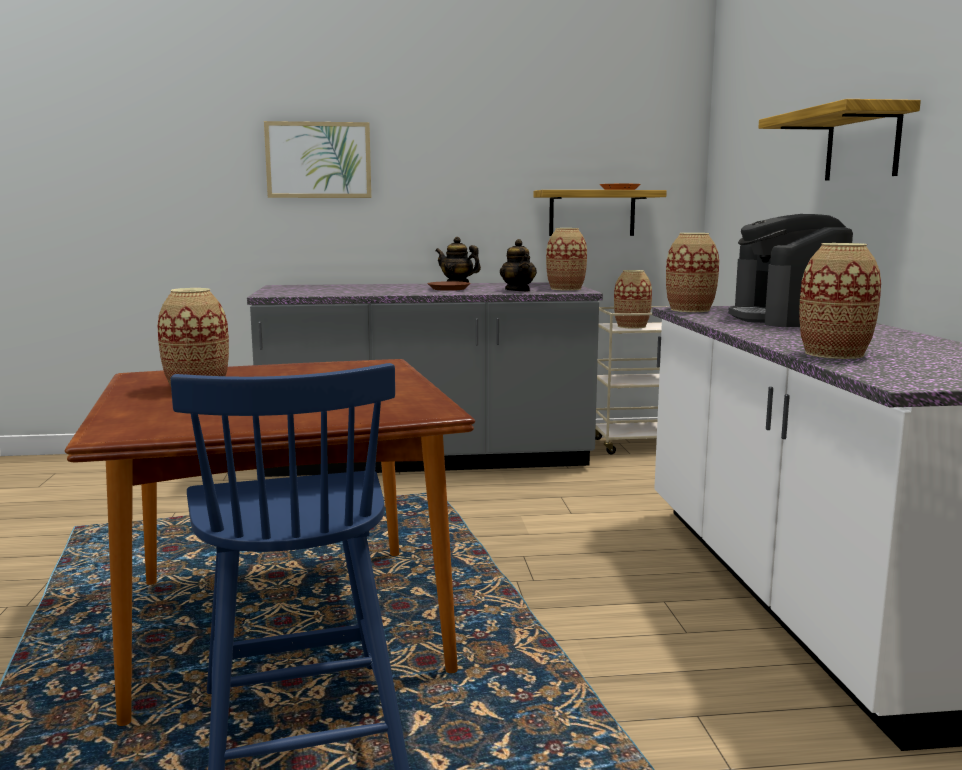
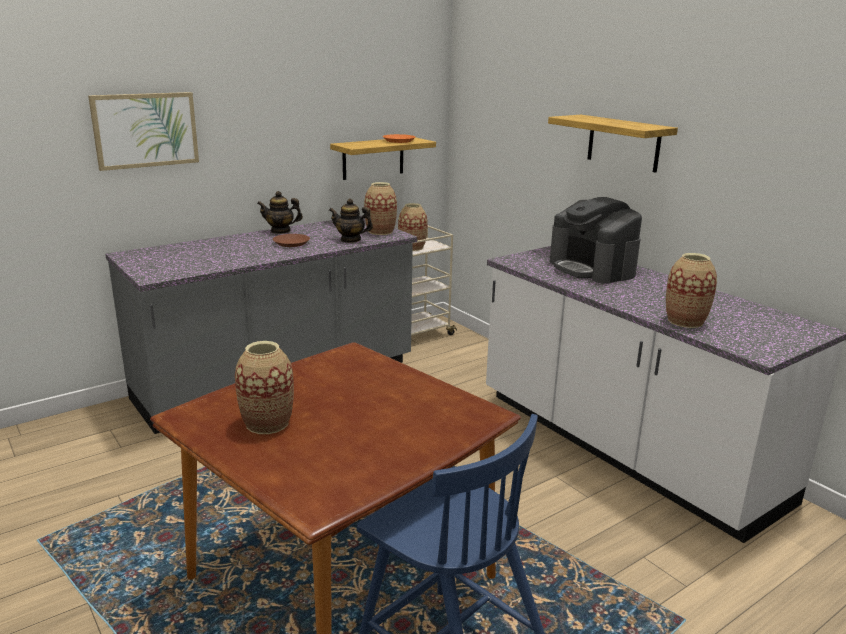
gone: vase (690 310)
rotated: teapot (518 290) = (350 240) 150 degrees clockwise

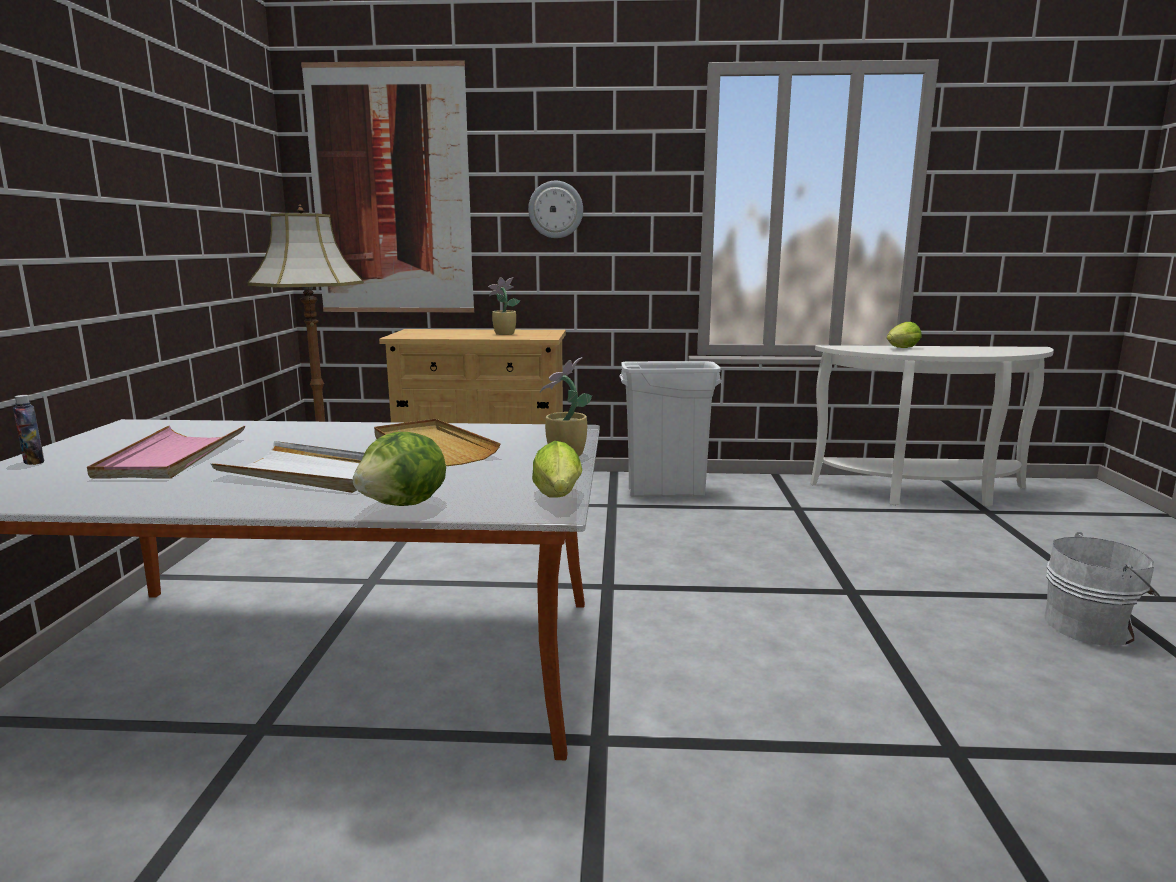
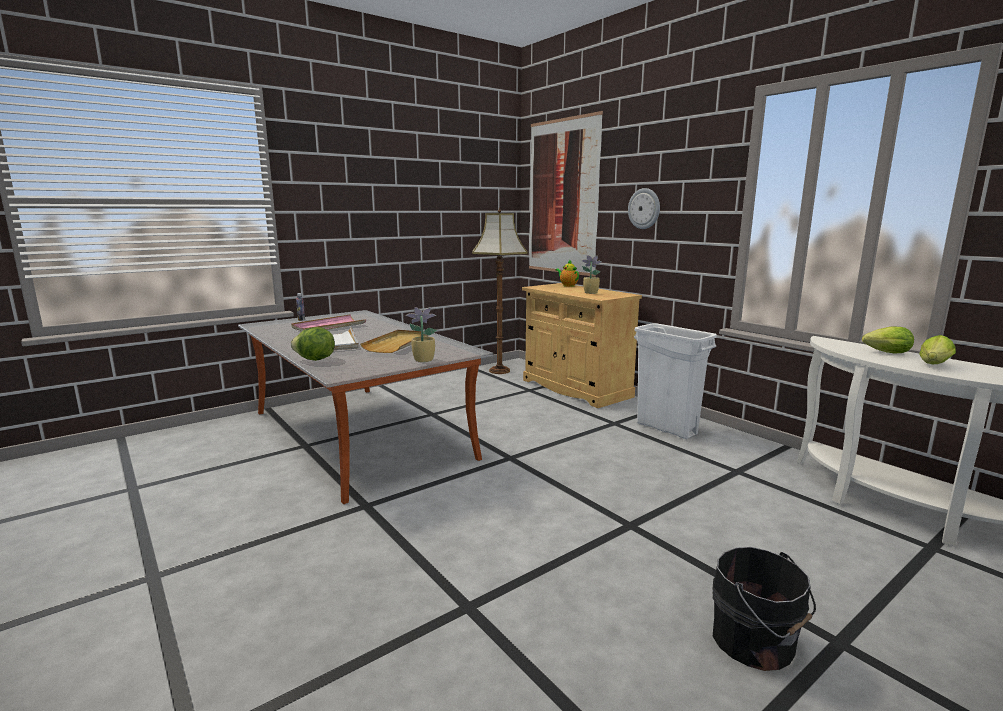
new: teapot (567 285)
shifted: lettuce (558 498) to (933 365)
repainted: white bucket (1092 627) to black bucket (756 643)

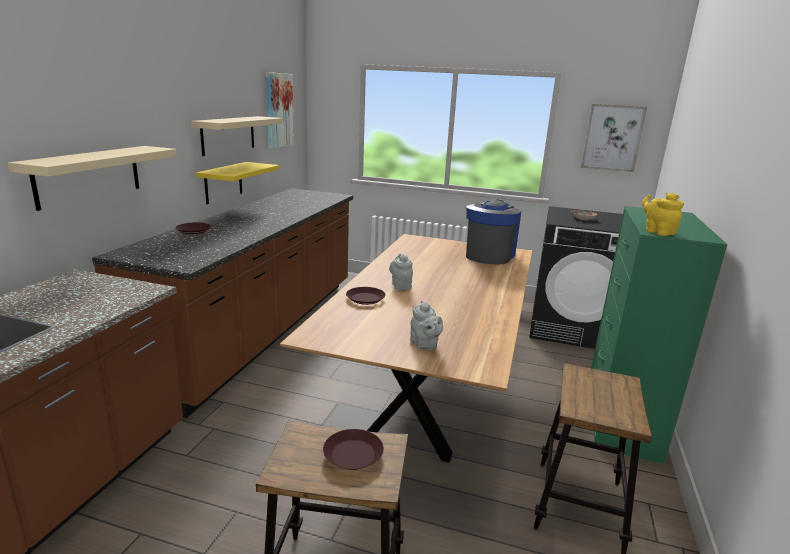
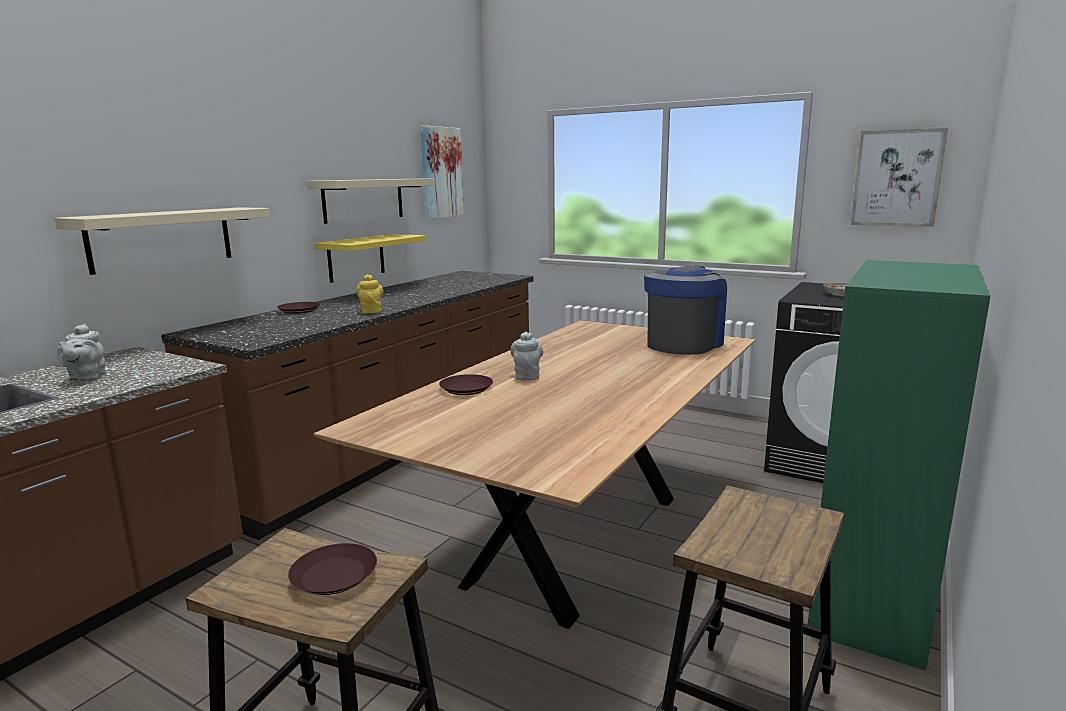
shifted: grey teapot (424 345) to (86 378); yellow teapot (657 232) to (371 311)

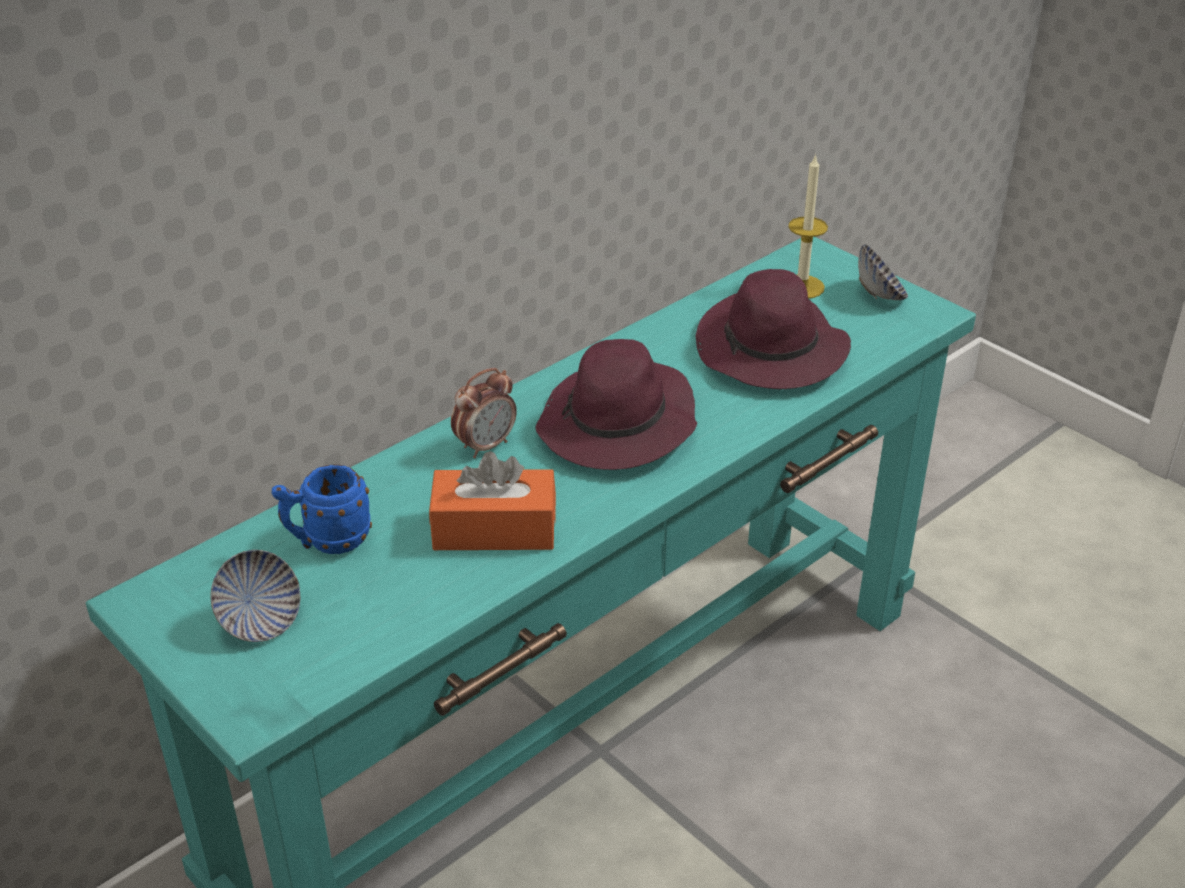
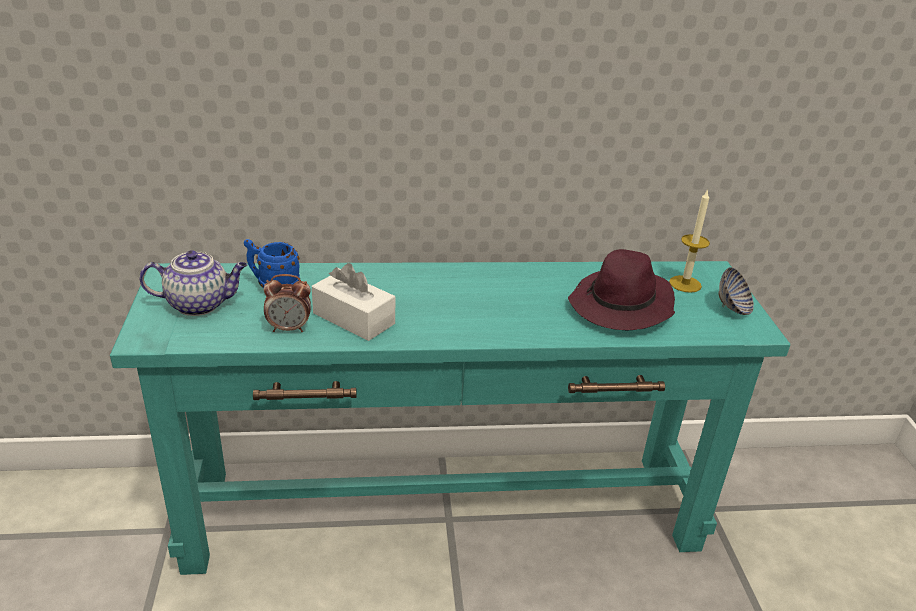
gone: purple hat (618 425)
shifted: alarm clock (485 446) to (289 328)
swapped: bowl (259 621) to teapot (200 304)
repainted: orange tissue box (494 529) to white tissue box (353 318)

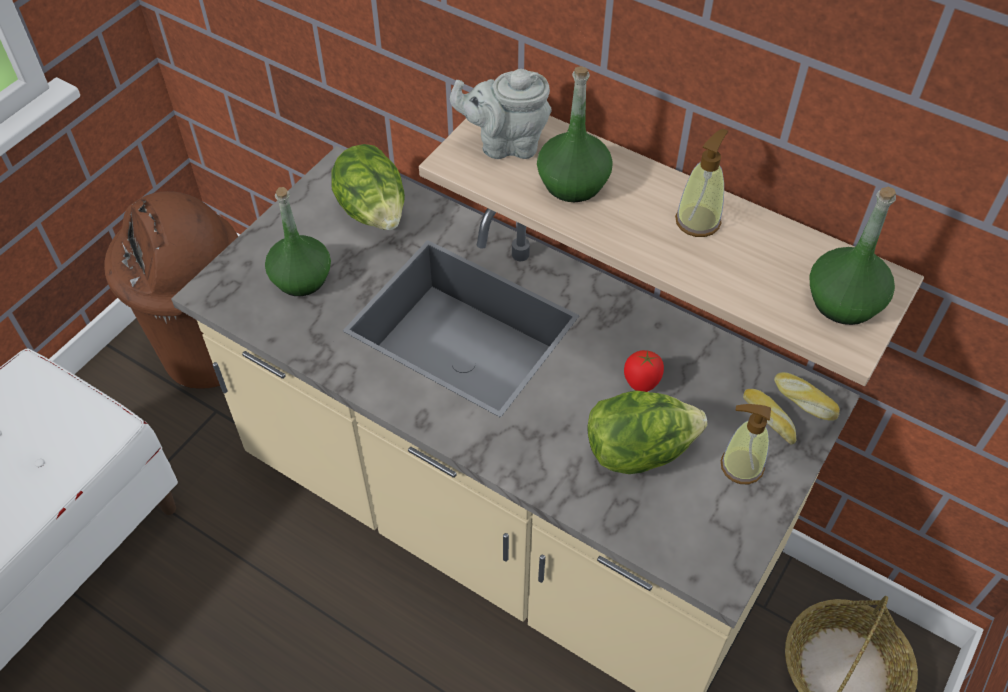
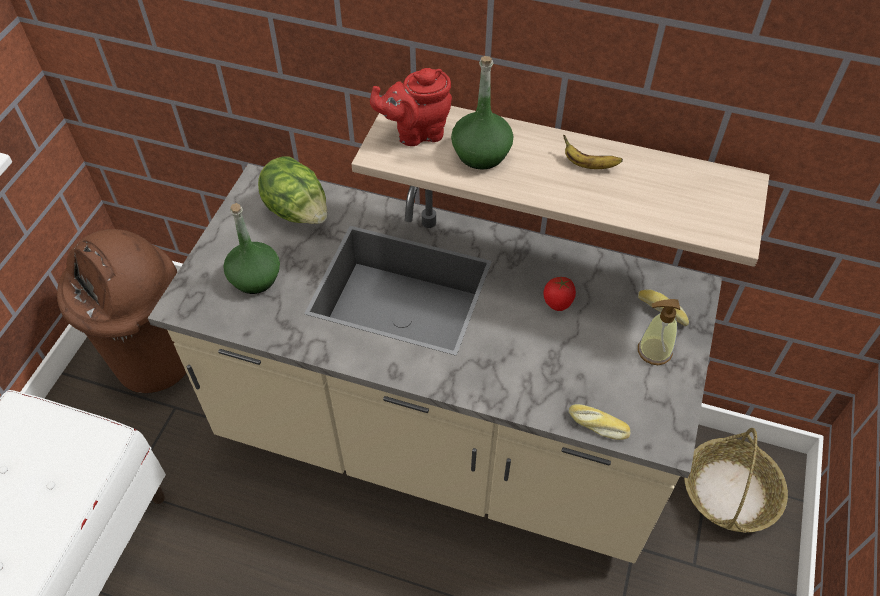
gone: lettuce (639 450); green bottle (843 302)
shifted: bread (803 401) to (597 426)
swapped: soap dispenser (698 221) to banana (588 165)
repainted: grey teapot (506 144) to red teapot (416 133)

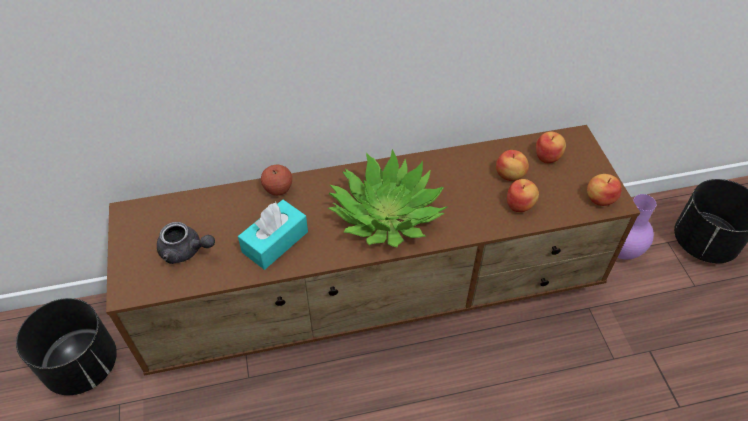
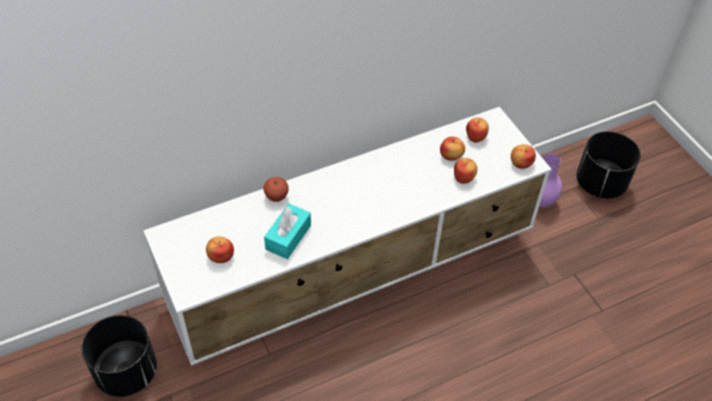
gone: potted plant (386 215)
swapped: grey teapot (185 251) to apple (221 256)
repainted: brown tv stand (376 298) to white tv stand (355 273)

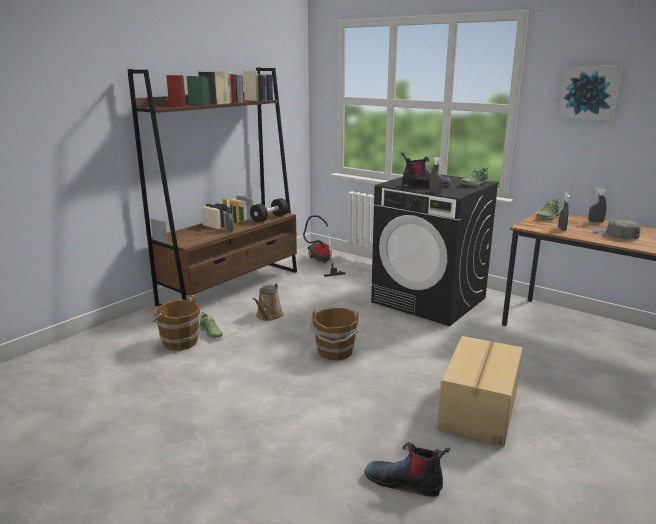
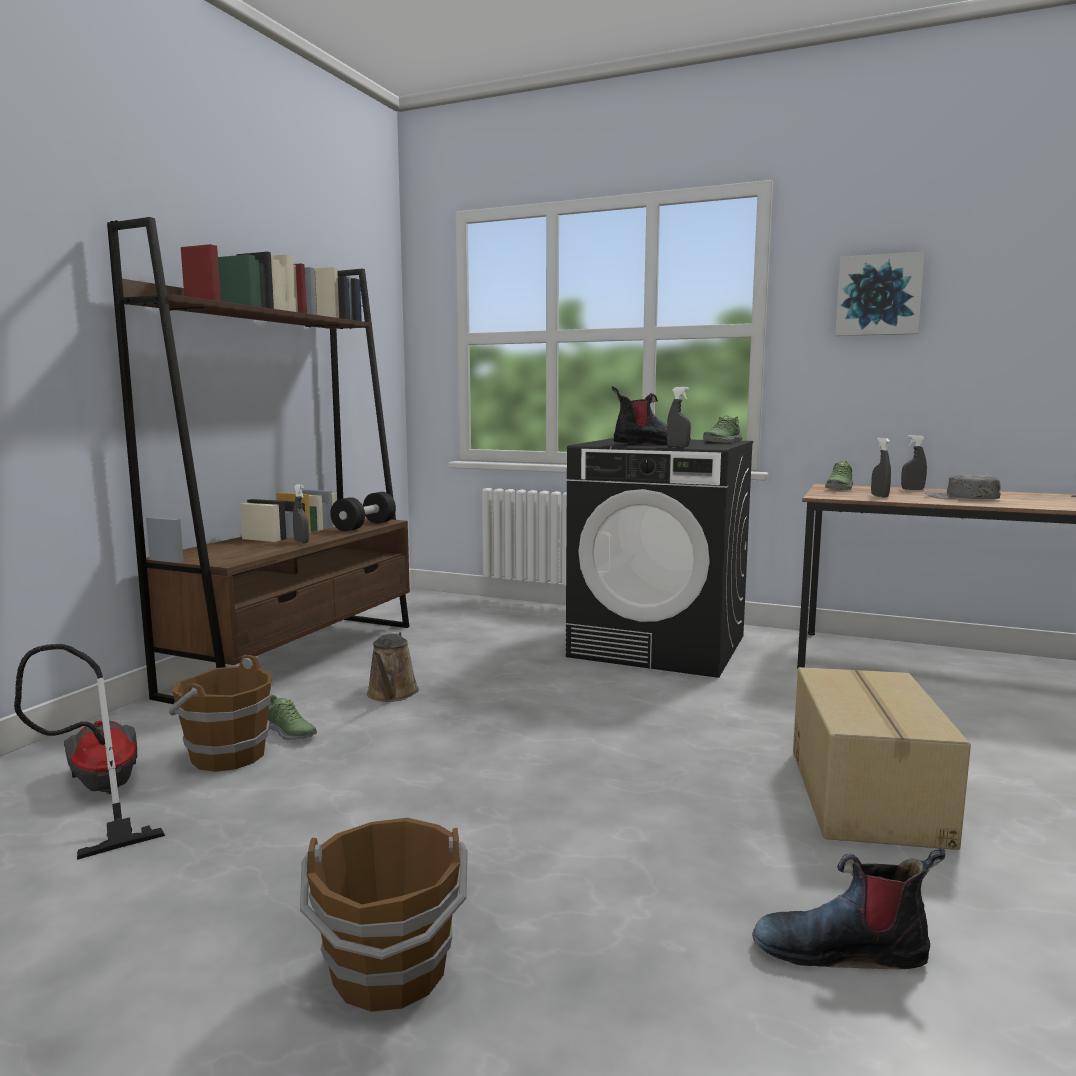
shifted: vacuum cleaner (321 263) to (100 794); brown bucket (335 352) to (390 972)

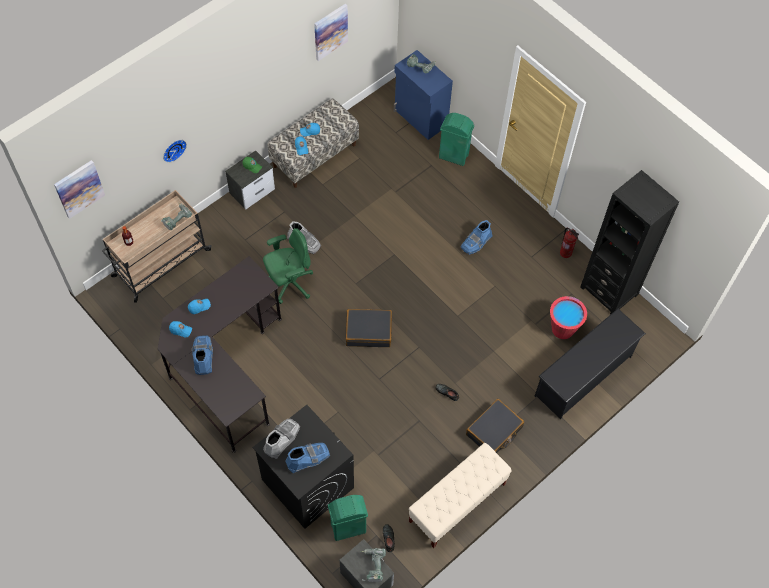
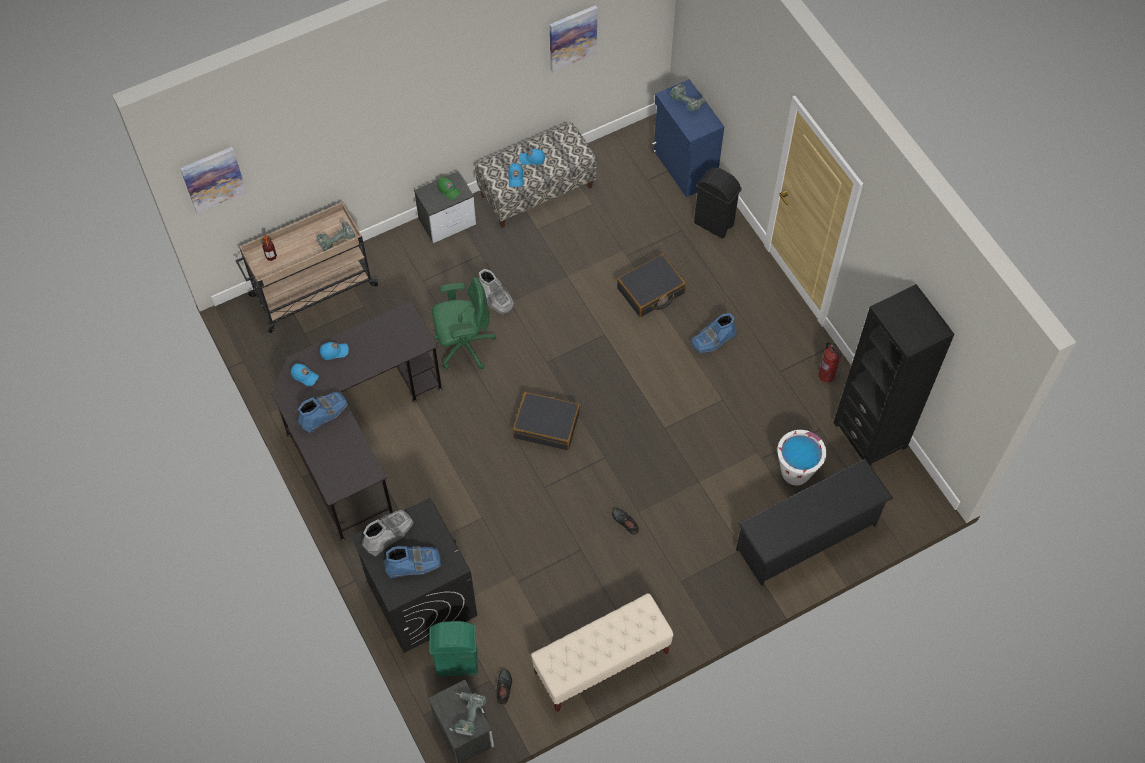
gone: wall clock (173 149)
shifted: black suitcase (494 431) to (651 291)
repainted: green trash can (453 156) to black trash can (713 223); red bucket (562 329) to white bucket (795 472)
rotated: blue boot (203 356) = (323 414) 45 degrees clockwise

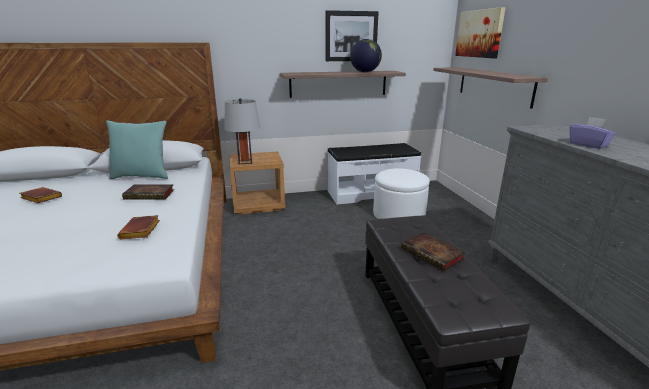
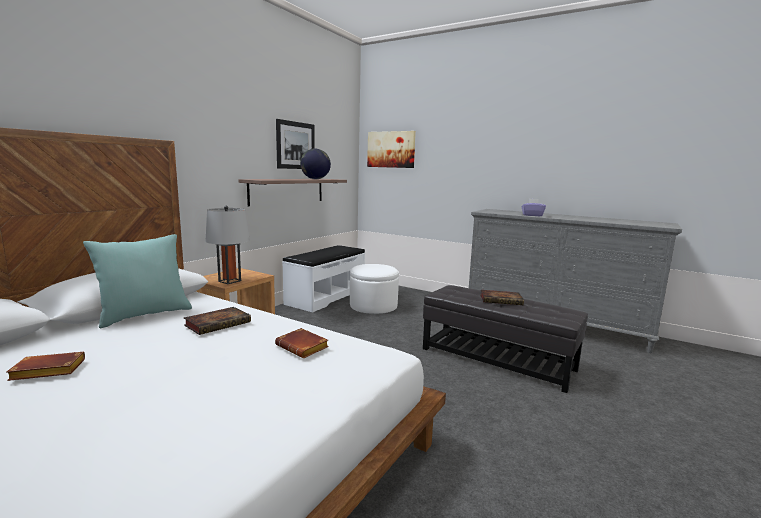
gone: shelf (494 85)

